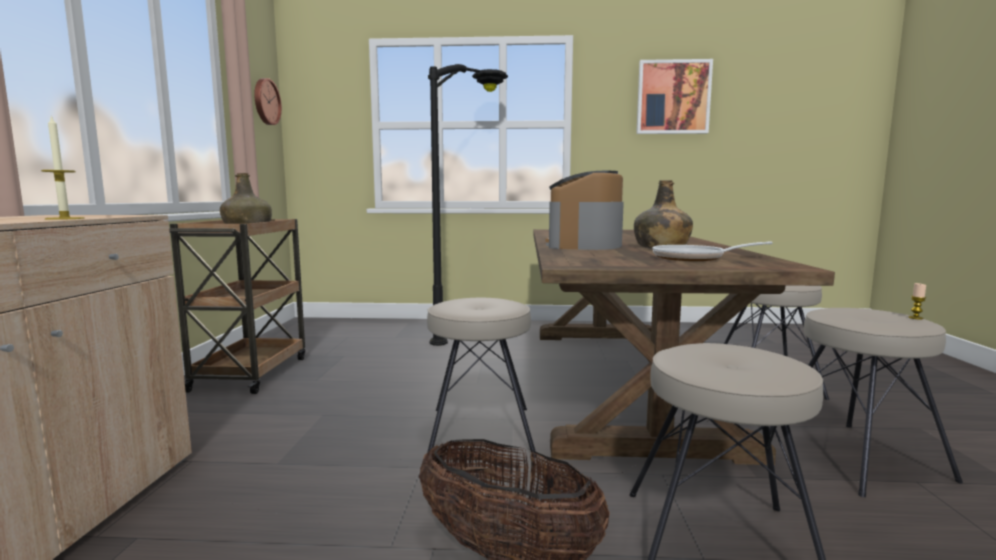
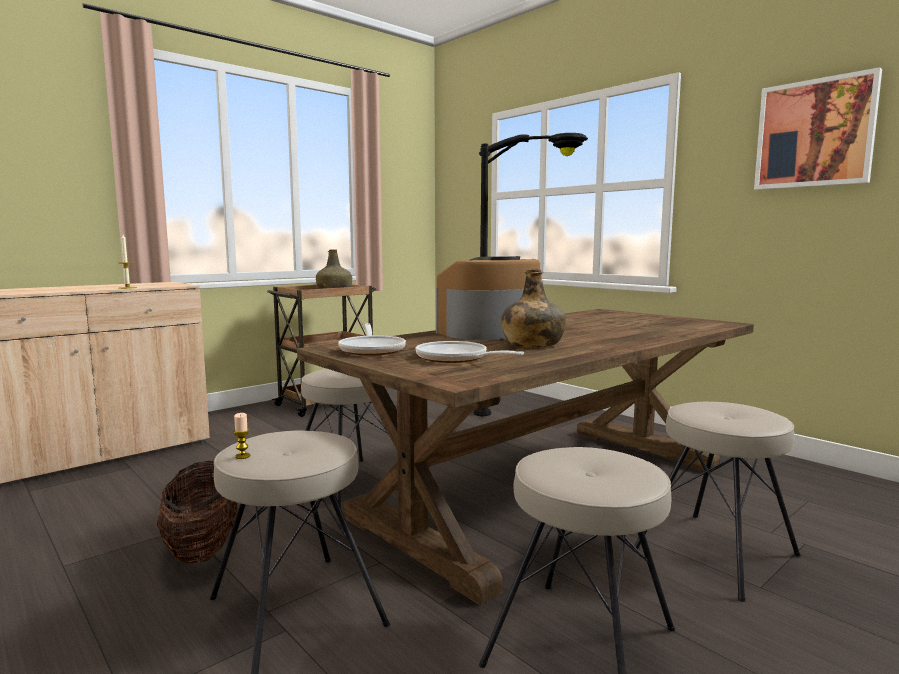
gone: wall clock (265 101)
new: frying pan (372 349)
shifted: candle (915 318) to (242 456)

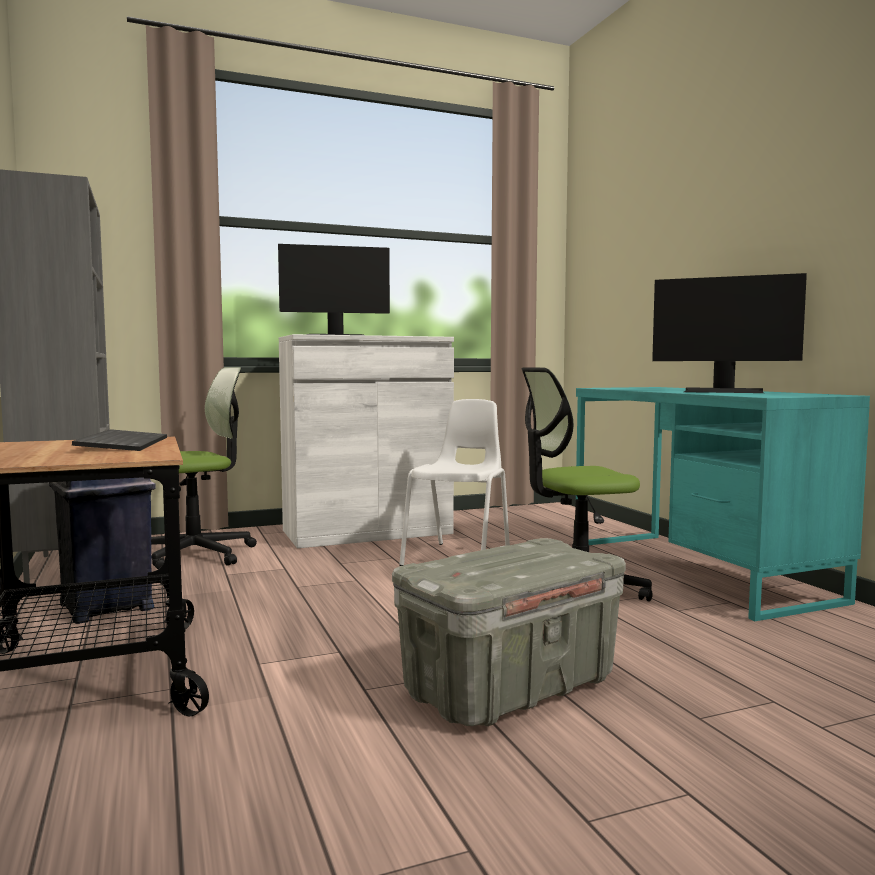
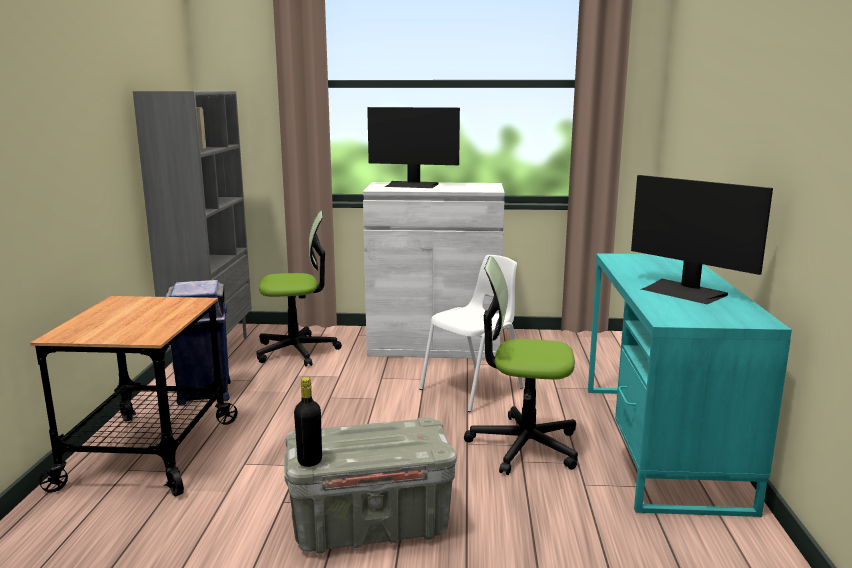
gone: keyboard (121 444)
new: black bottle (309 460)

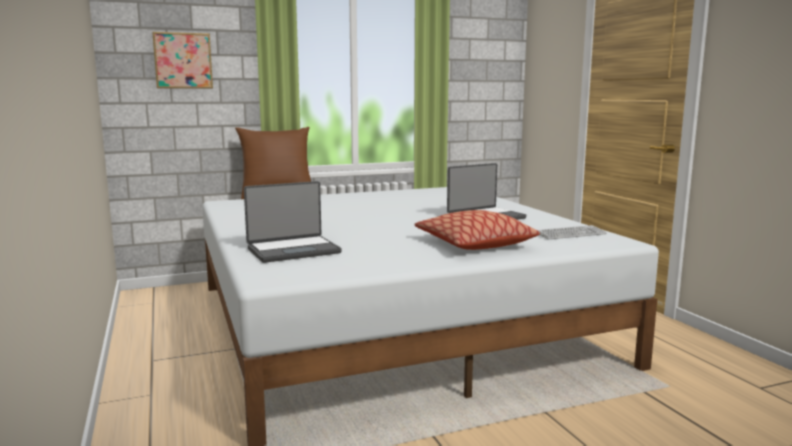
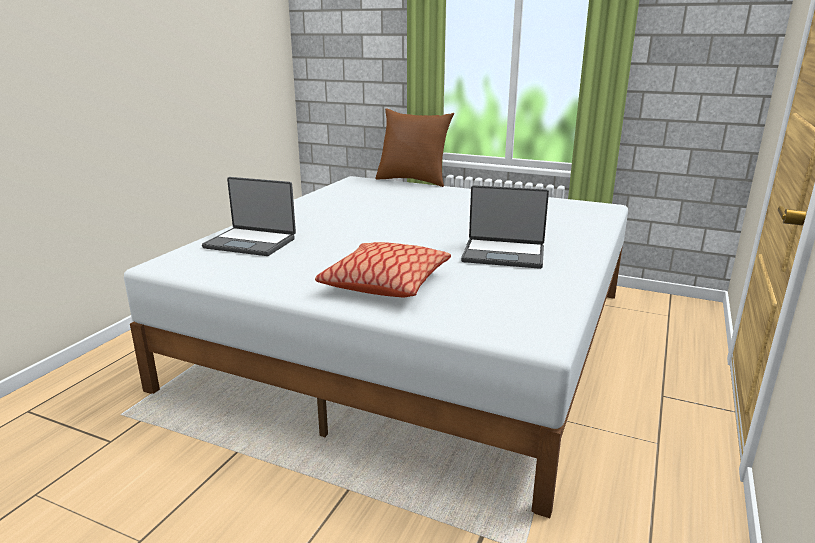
gone: picture (183 61); keyboard (570 234)

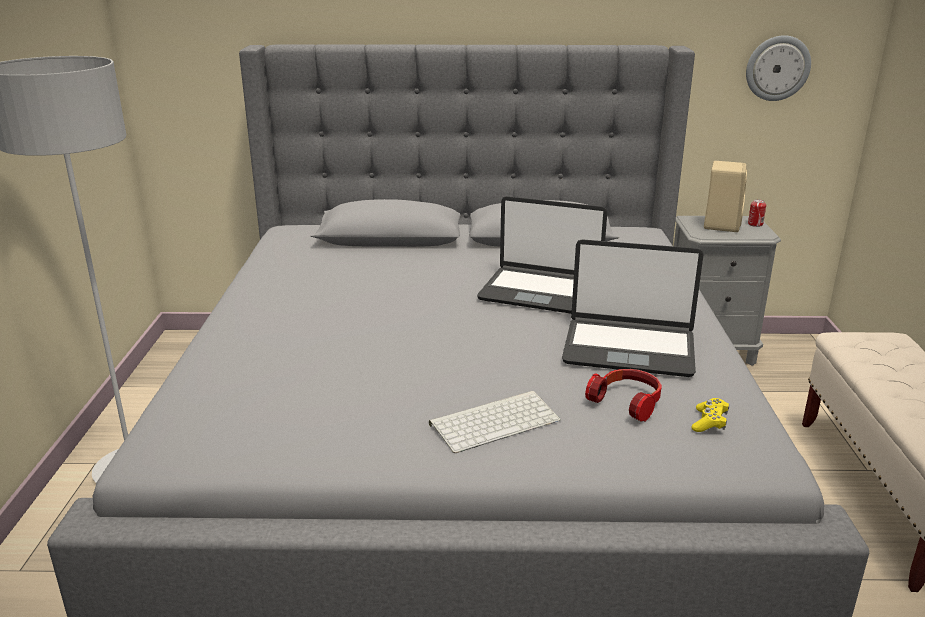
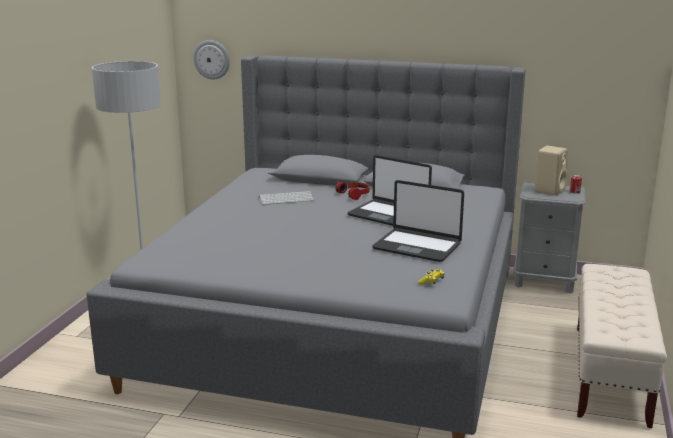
shifted: wall clock (777 68) to (212 59); keyboard (495 421) to (287 198); headphones (627 402) to (355 195)

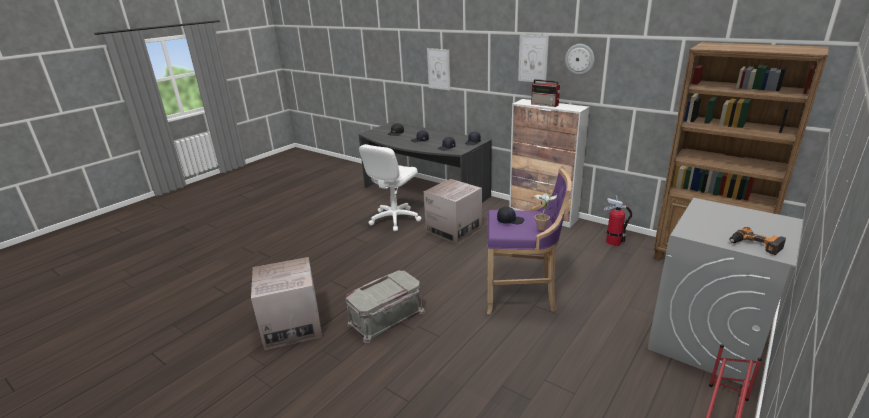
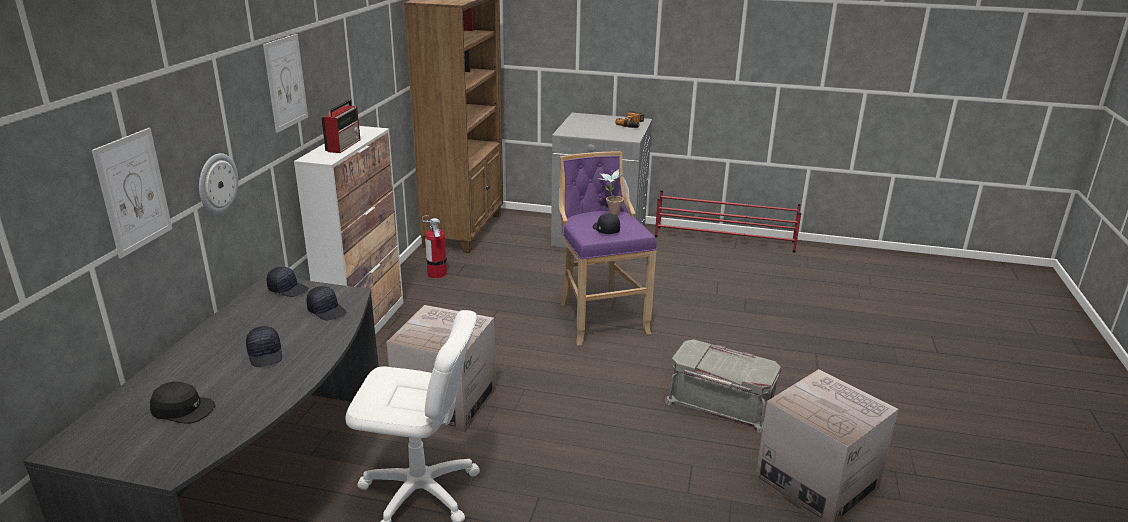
shifted: wall clock (579 59) to (217 183)

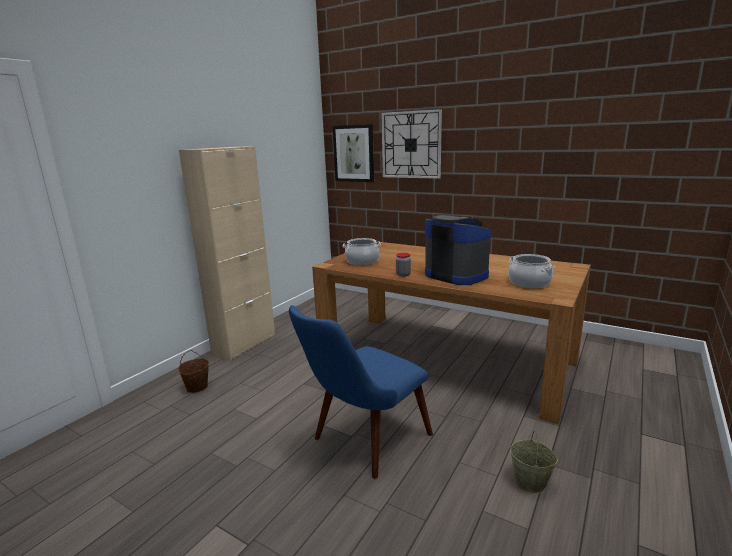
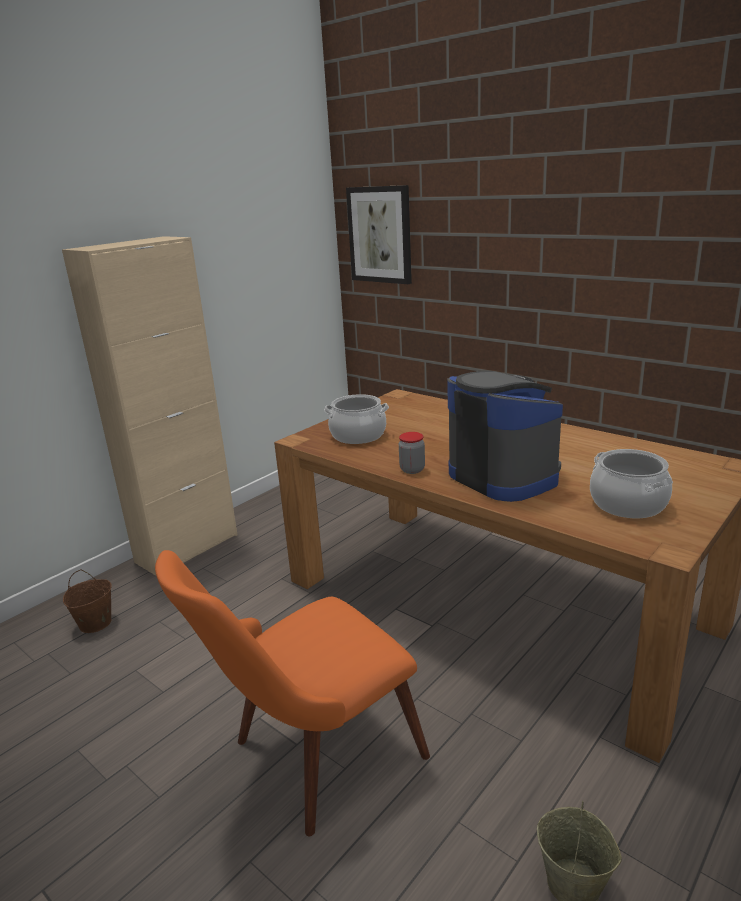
gone: wall clock (411 145)
repainted: blue chair (362 443) to orange chair (309 761)

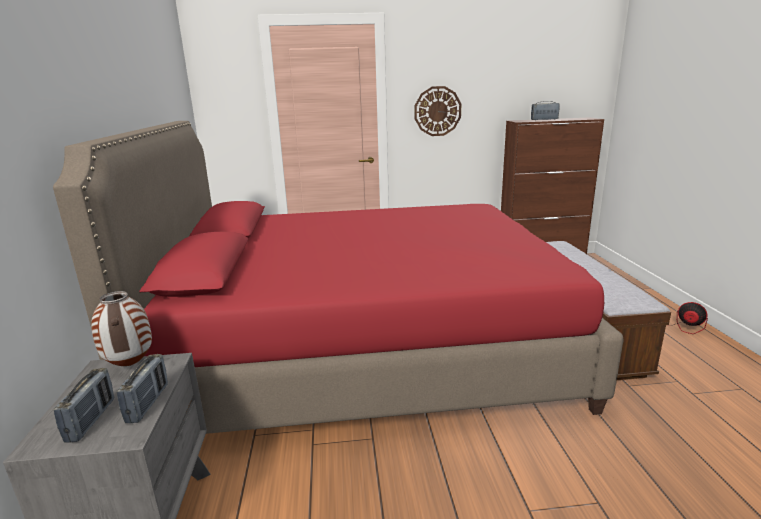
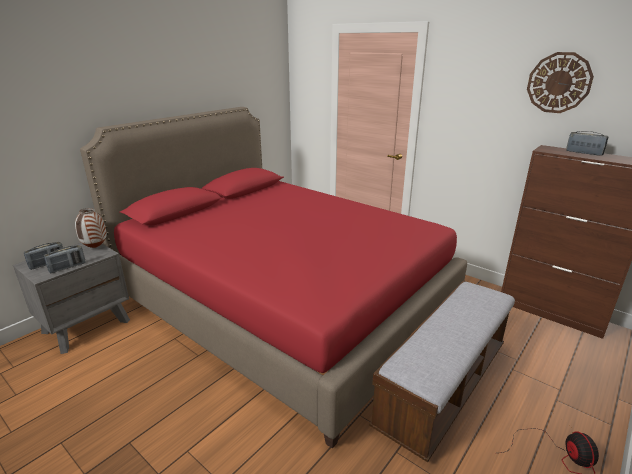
shifted: wall clock (437 111) to (559 83)

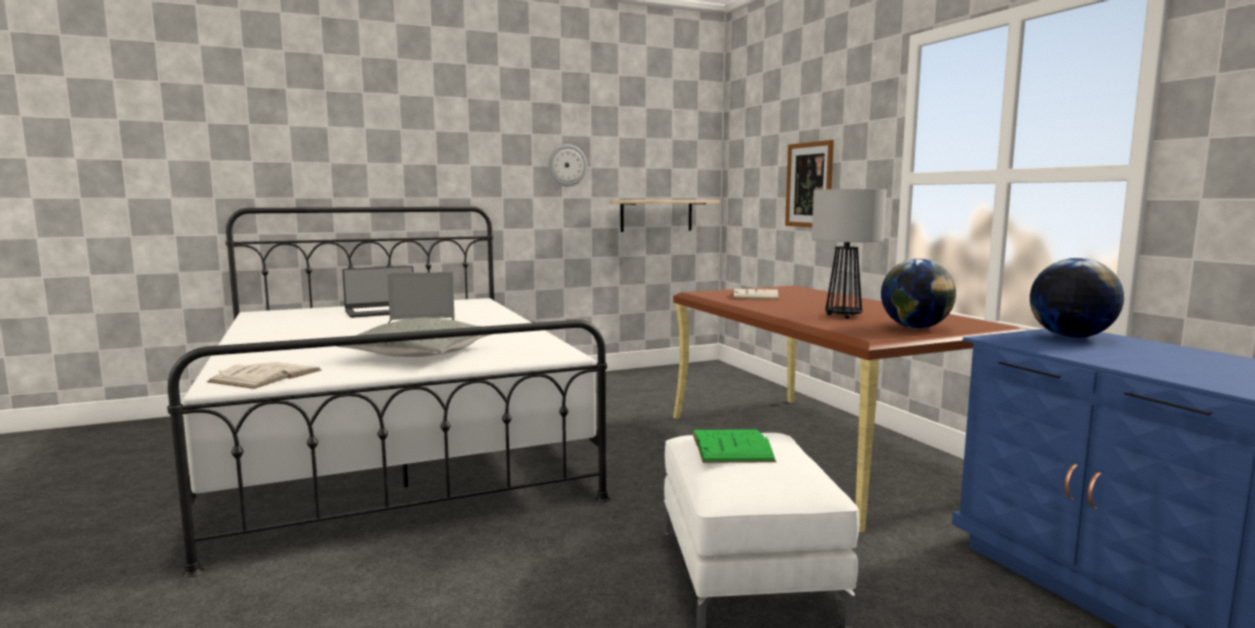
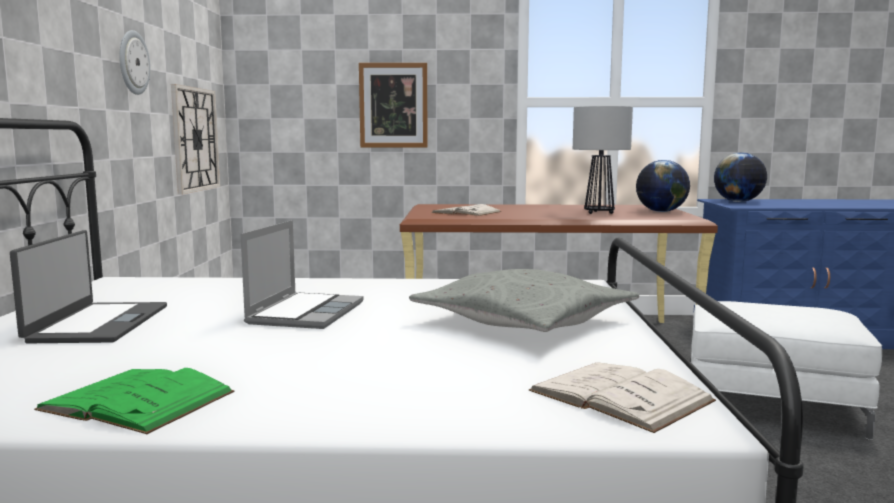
shifted: green book (731 446) to (137 401)
swapped: shelf (656 215) to wall clock (195 139)

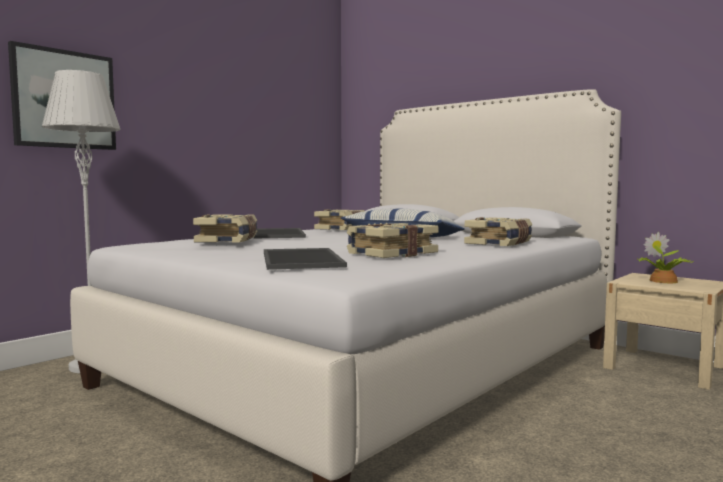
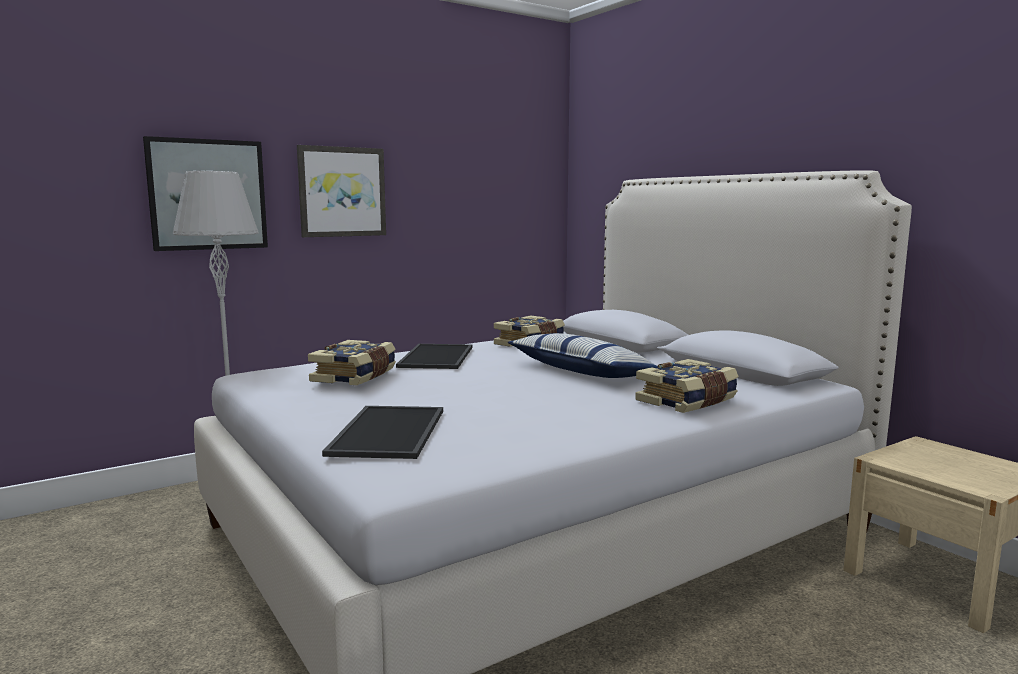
gone: book (391 254); potted plant (663 281)
new: picture (342 192)

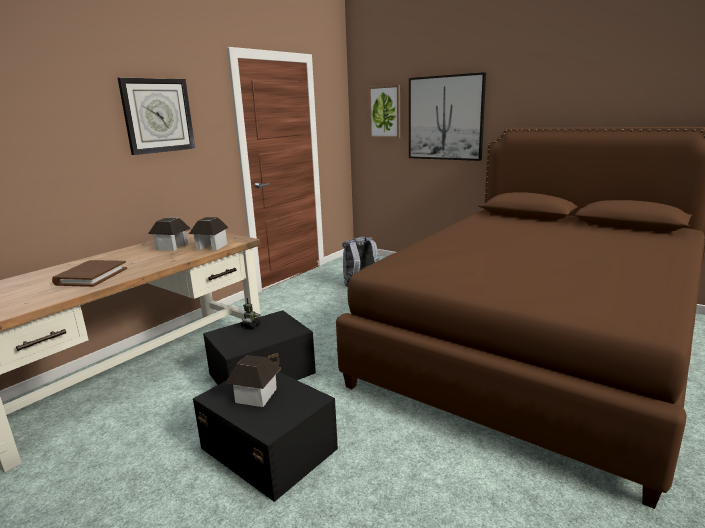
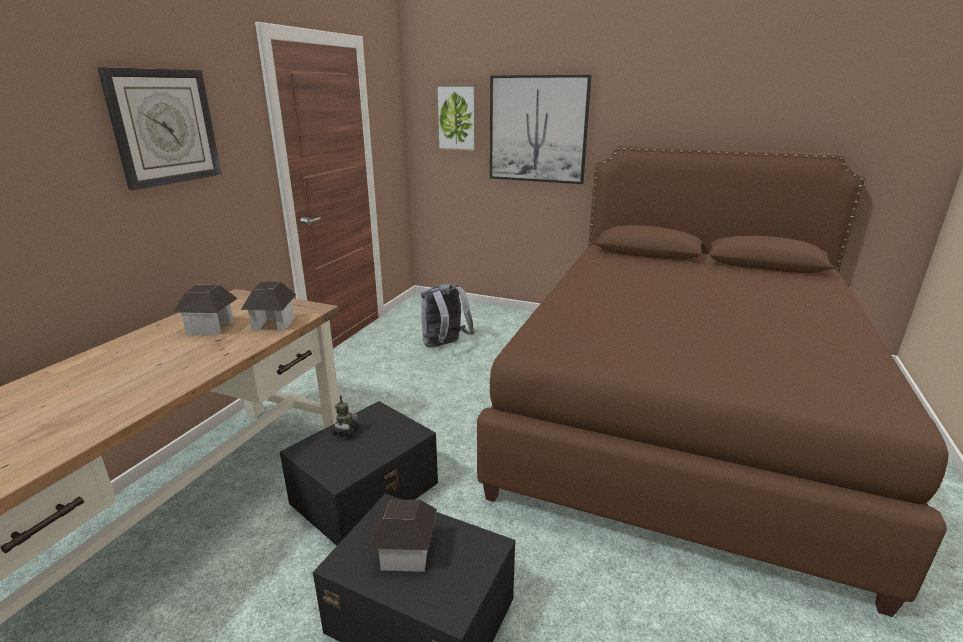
gone: brown book (91 276)

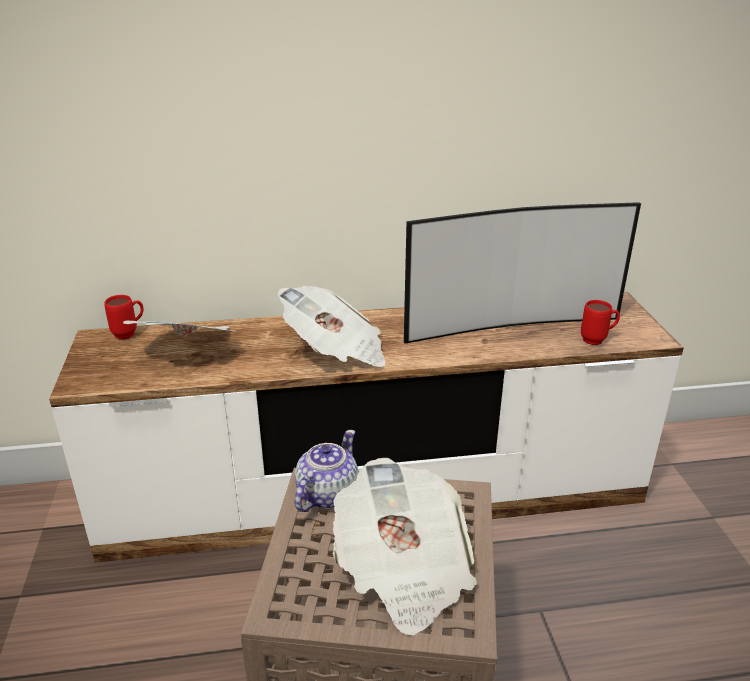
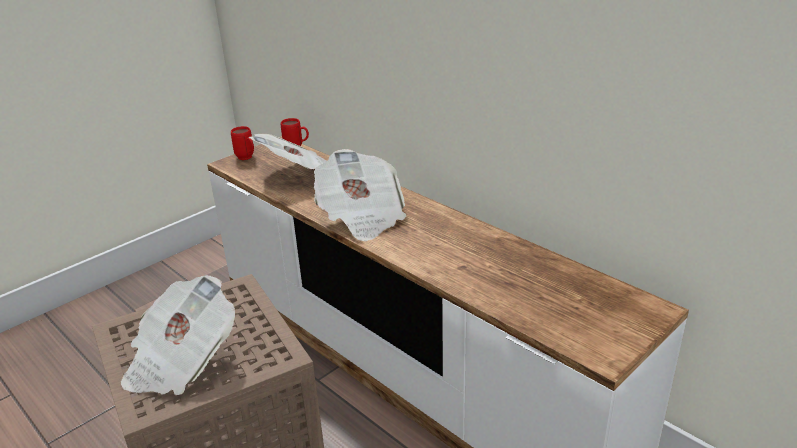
gone: teapot (326 494); television (510 326)
shifted: red mug (598 340) to (247 158)

